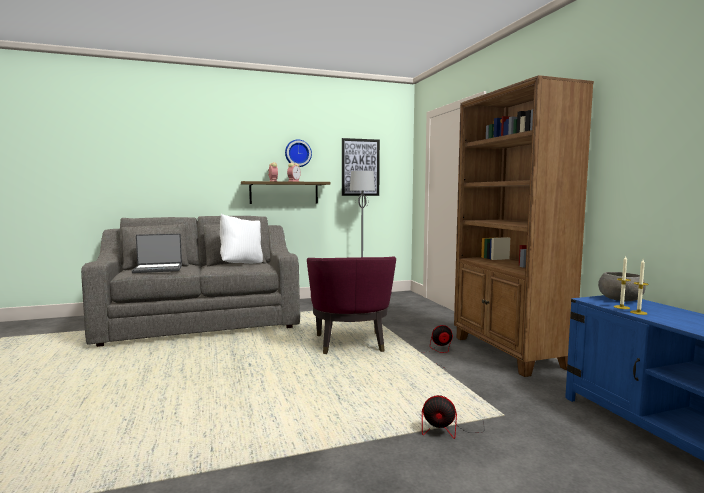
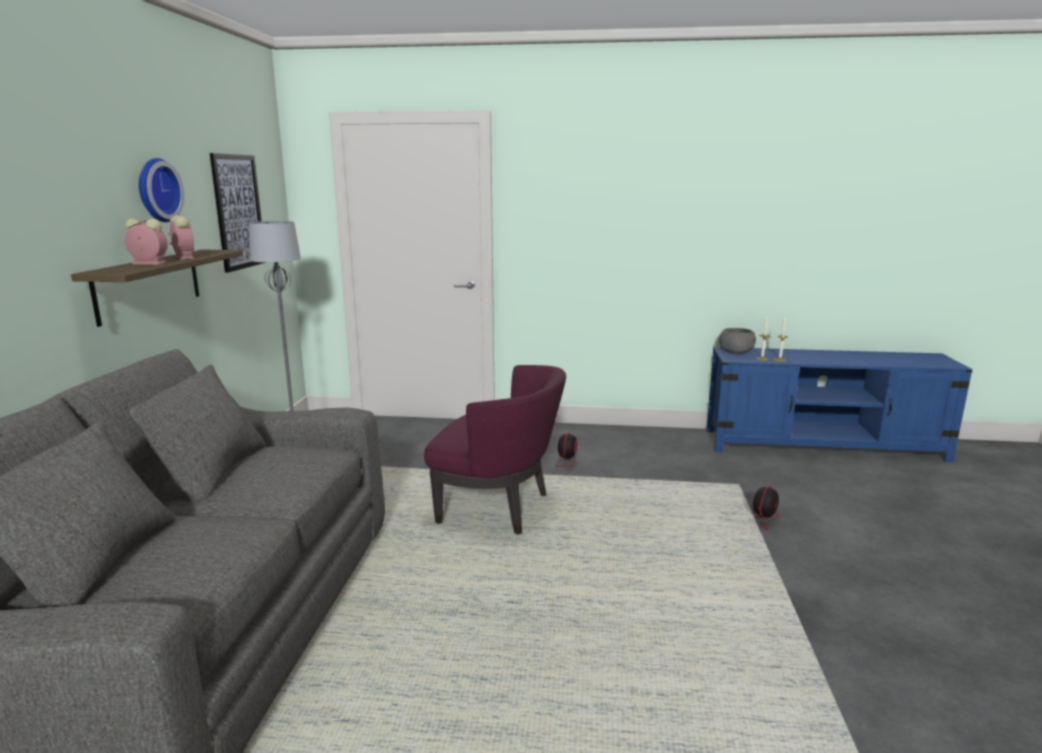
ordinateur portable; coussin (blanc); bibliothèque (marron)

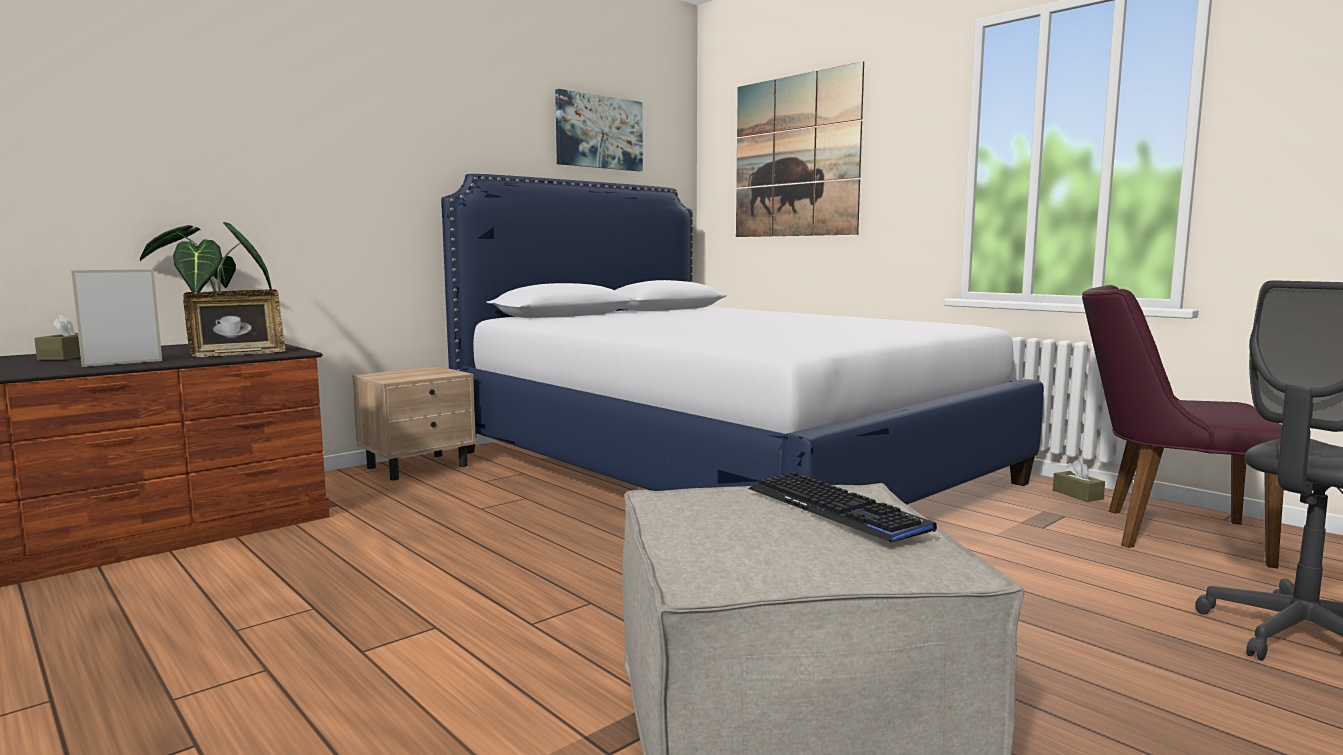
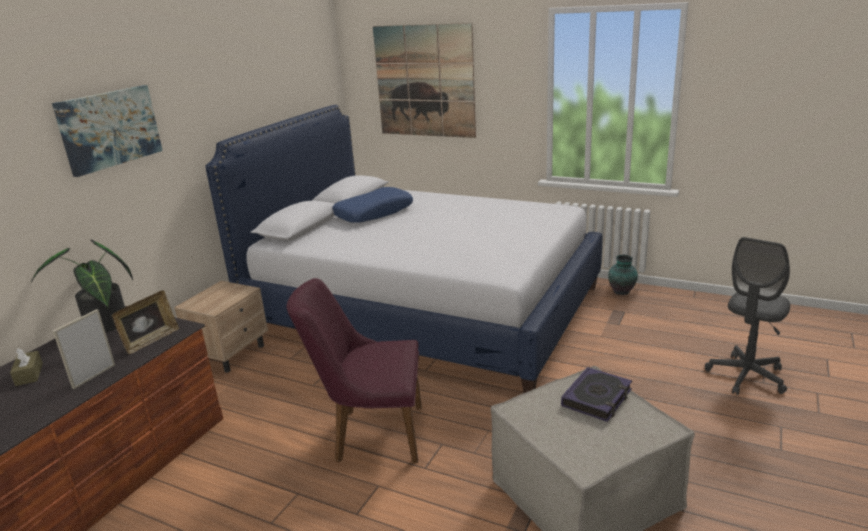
coussin (bleu); tableau (1st from left); chaise (violet); livre; vase

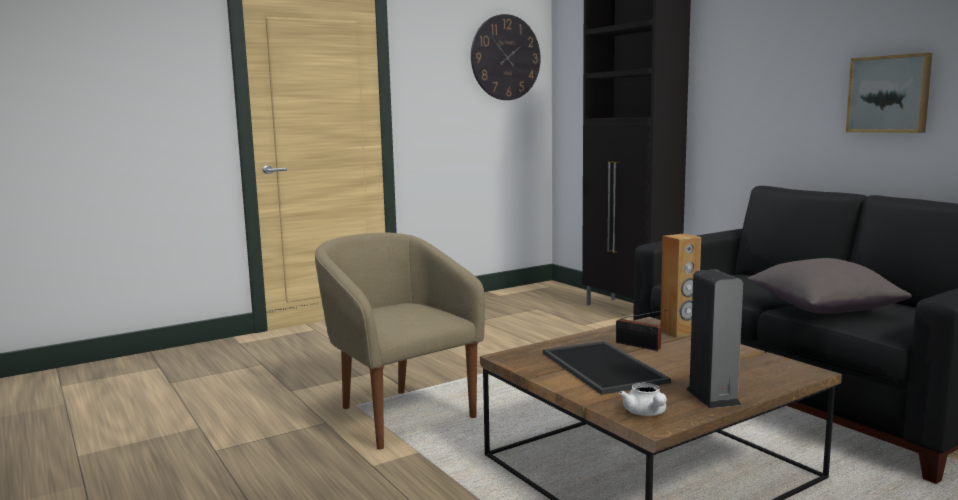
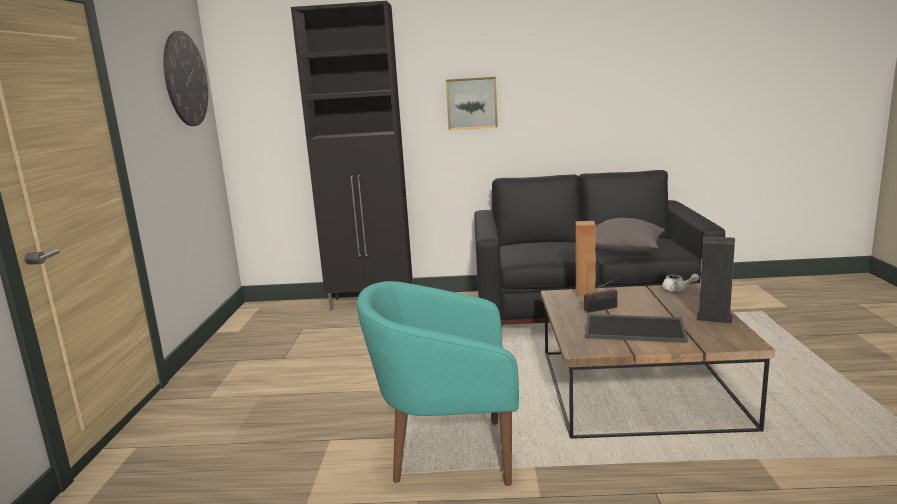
théière (blanc); tableau; fauteuil (turquoise)

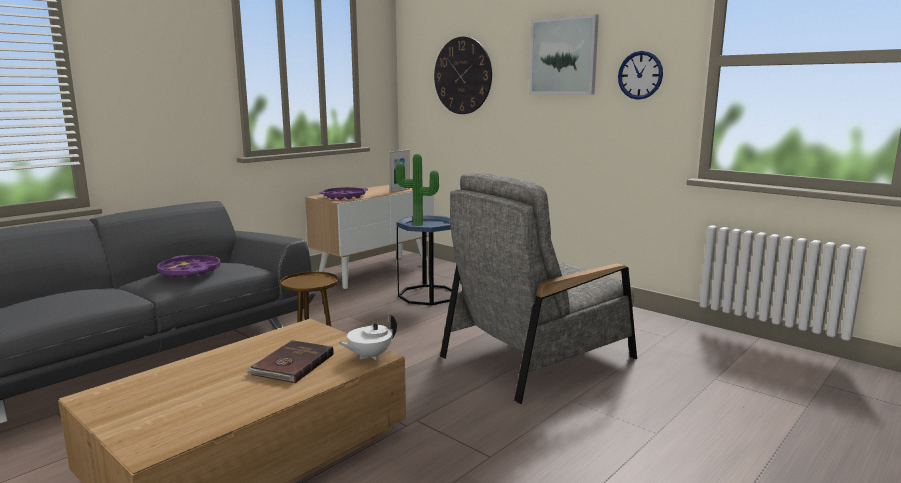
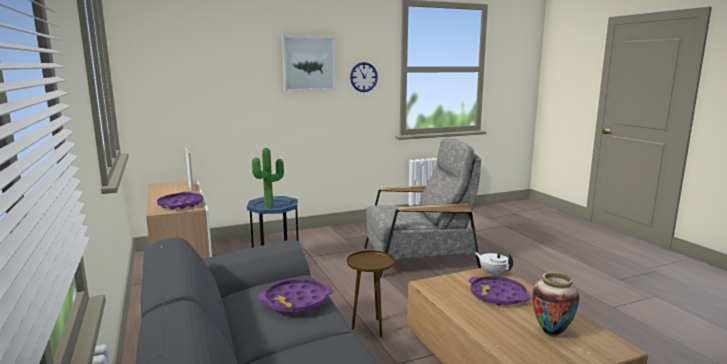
horloge murale (1st from left in the first image); vase; plateau (violet) (3rd from left); théière (blanc); fauteuil (gris)

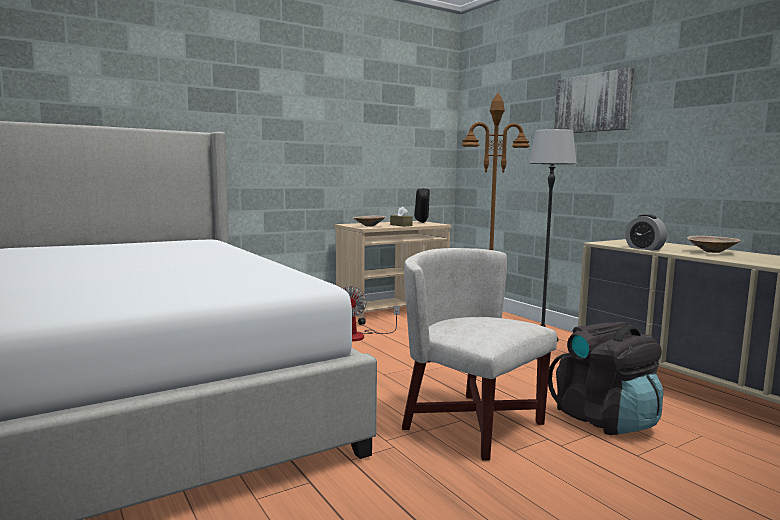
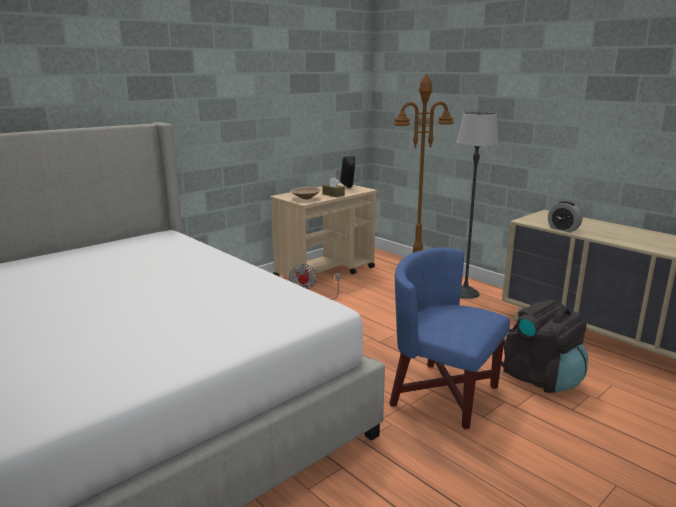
tableau; bol (beige) (2nd from left in the first image); fauteuil (bleu)

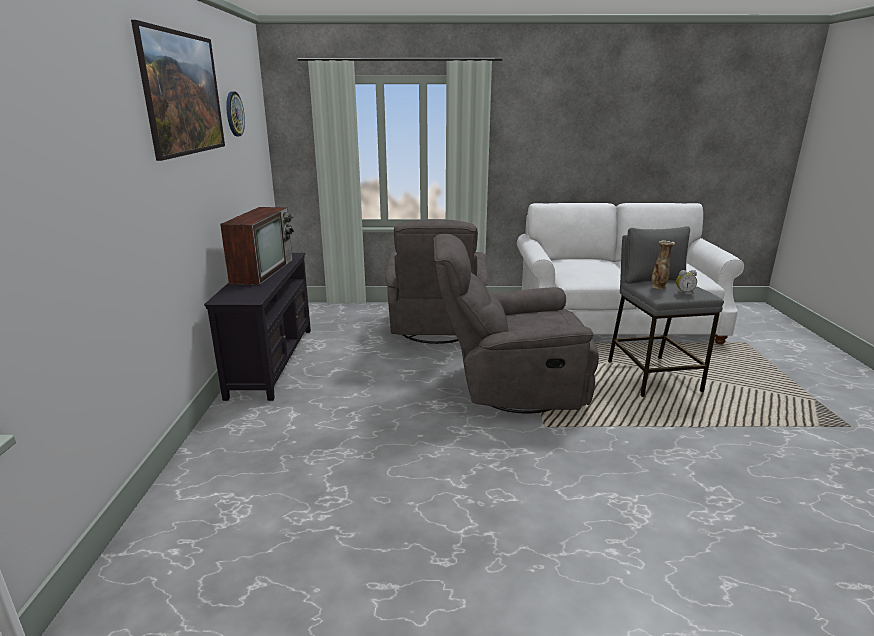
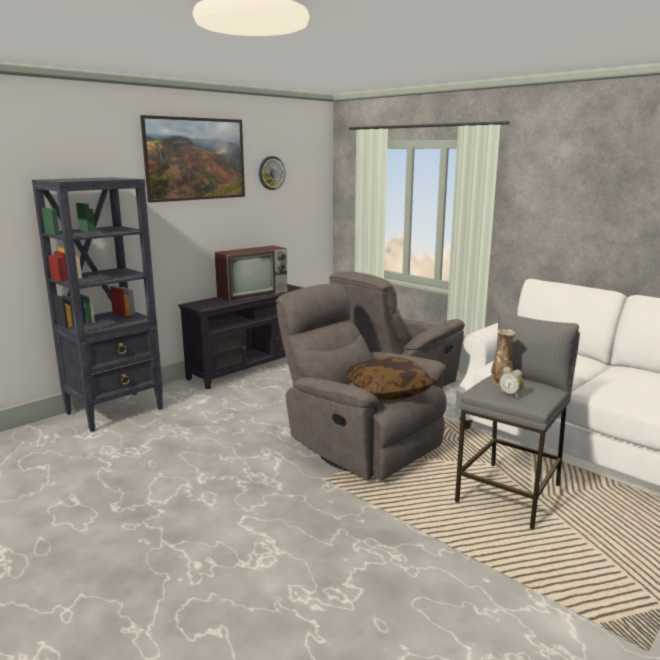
bibliothèque (noir); coussin

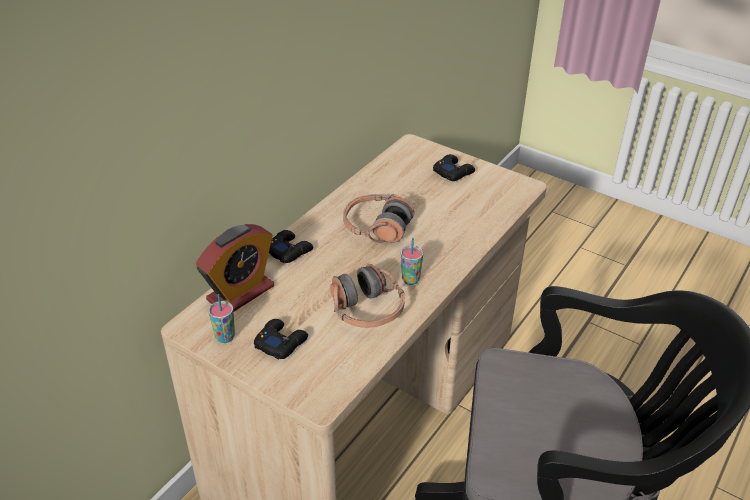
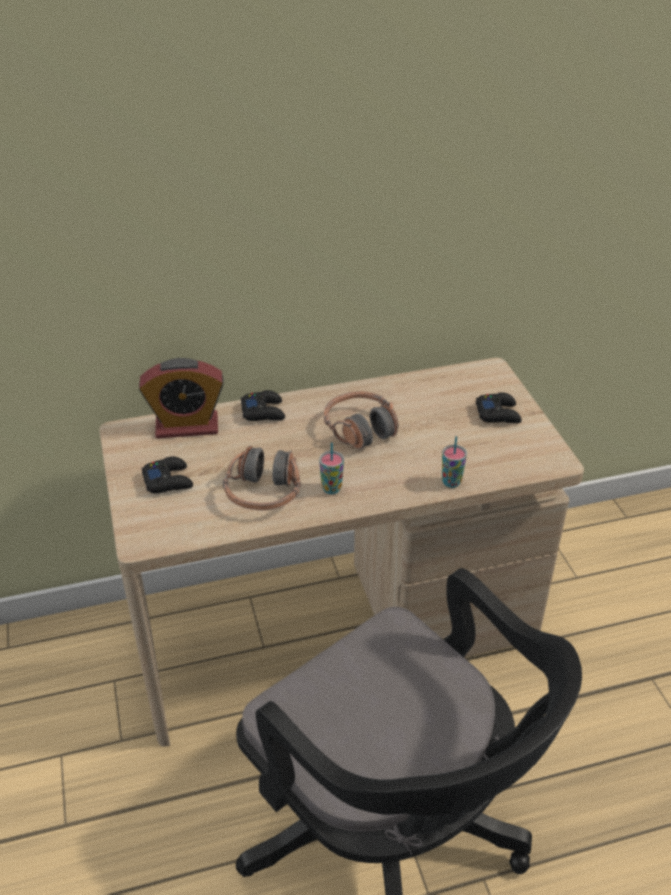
tasse (2nd from left)

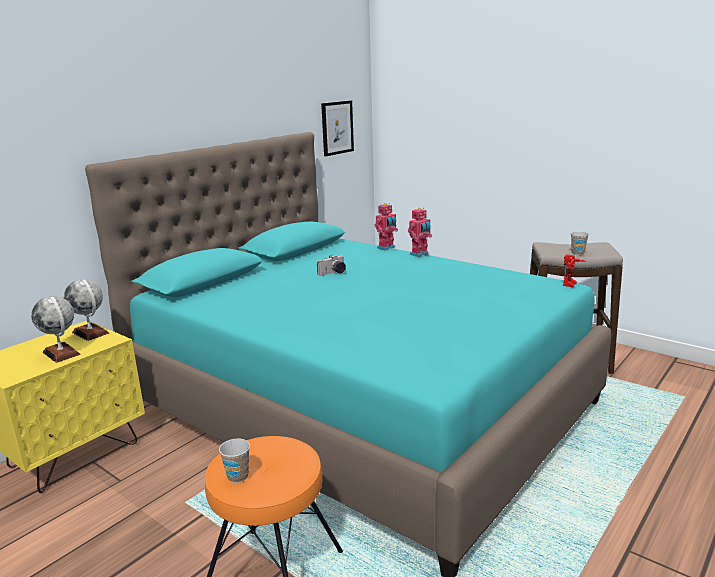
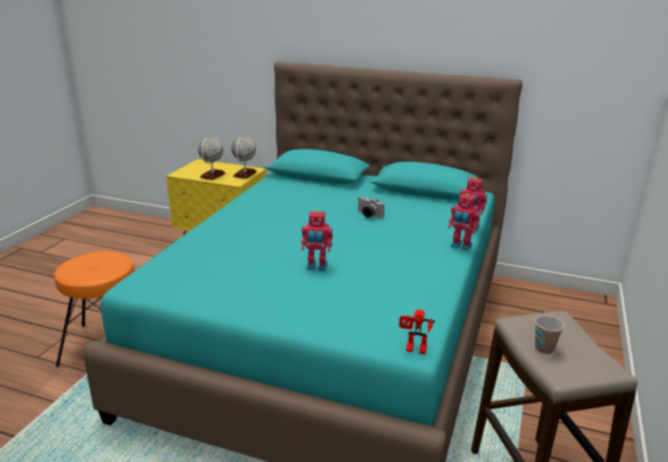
tasse (1st from left in the first image); tableau; robot jouet (1st from left)

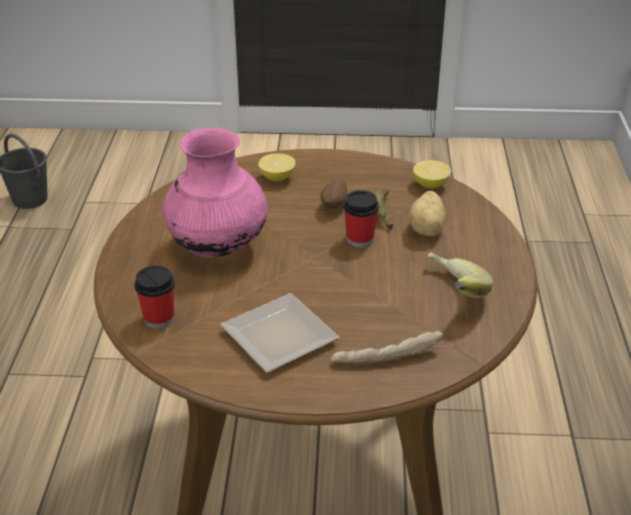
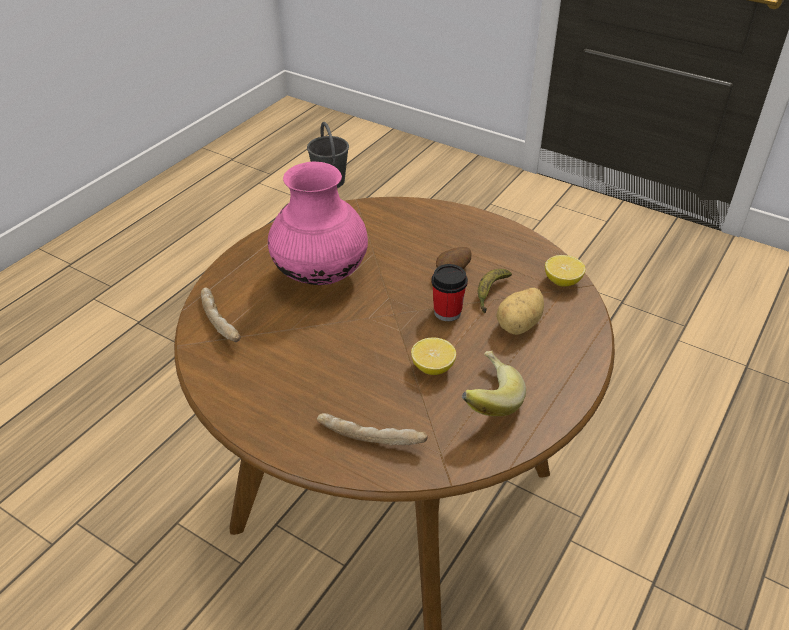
assiette; citron (1st from left); pain (1st from left)

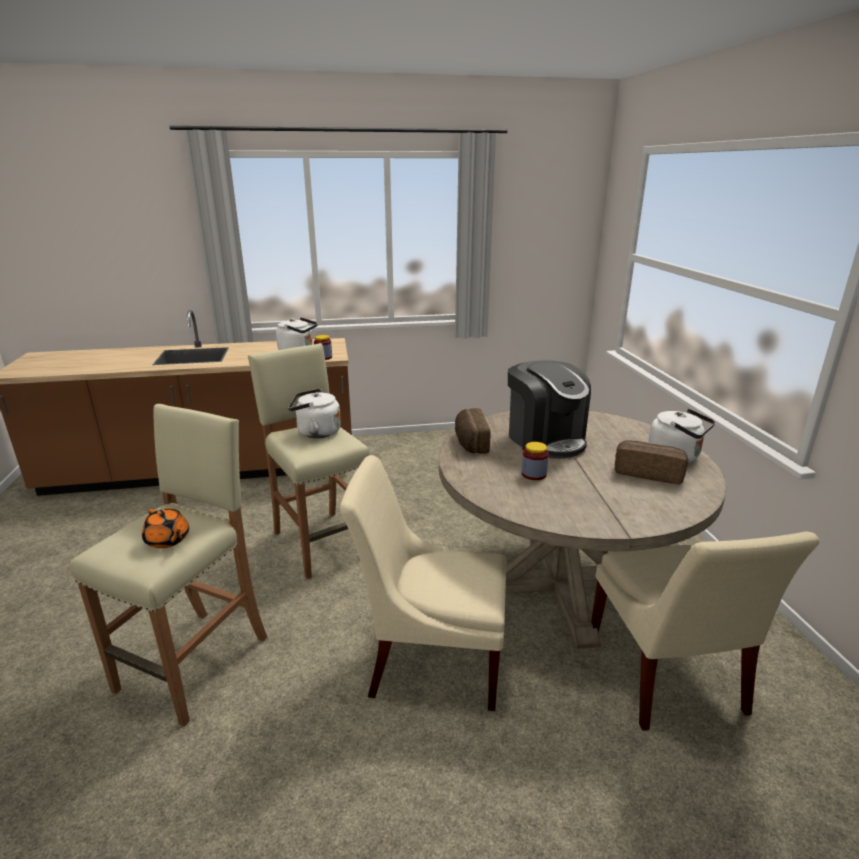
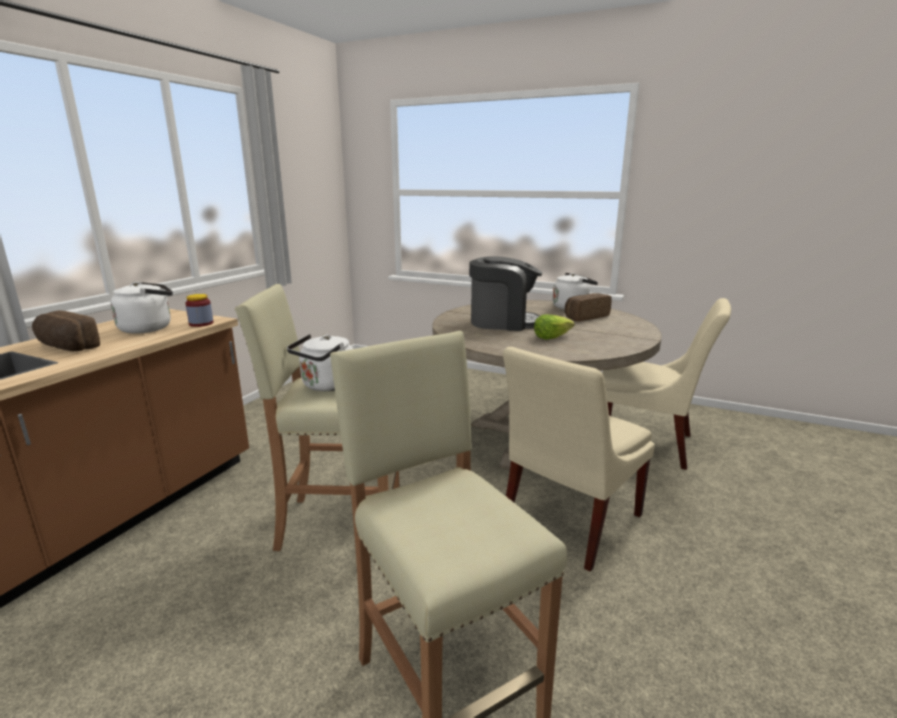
théière (orange); pain (1st from left); laitue

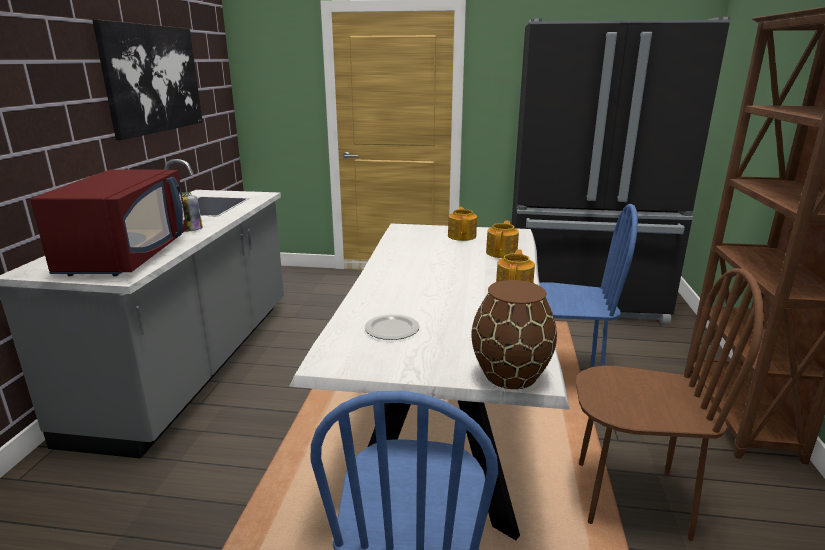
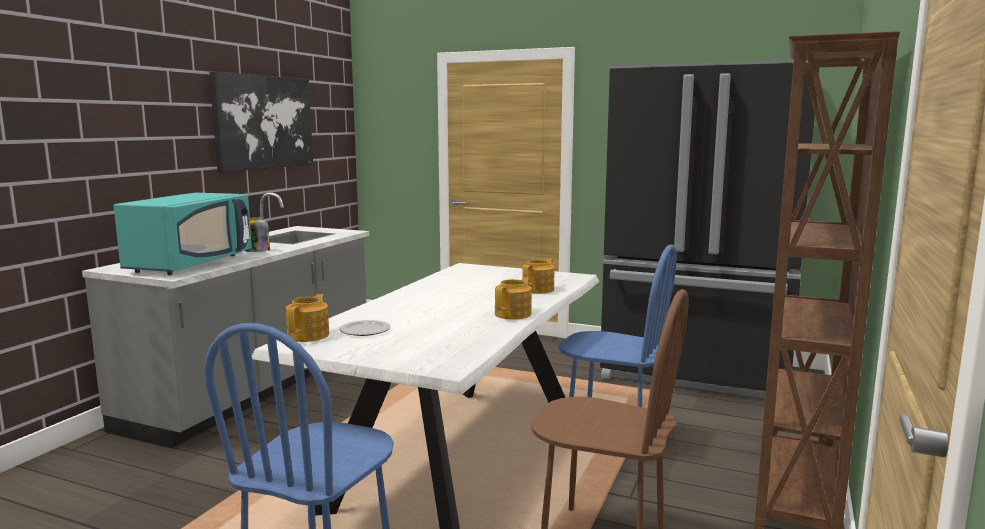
vase (marron); théière (1st from left); micro-ondes (turquoise)

